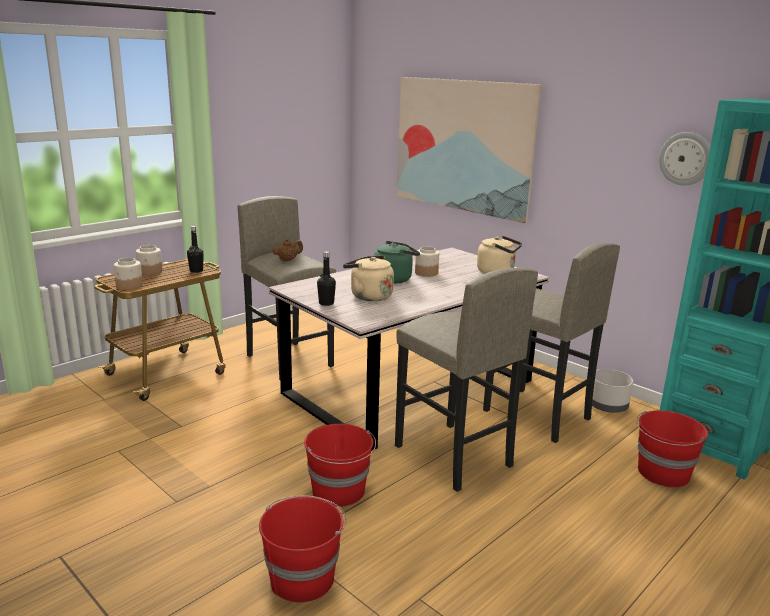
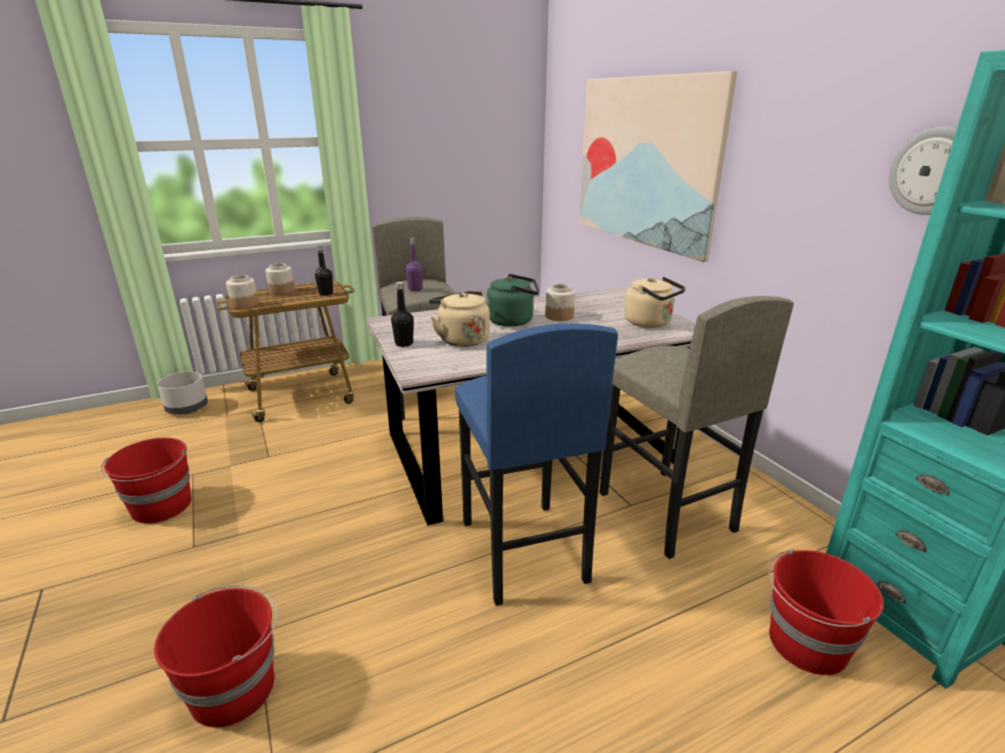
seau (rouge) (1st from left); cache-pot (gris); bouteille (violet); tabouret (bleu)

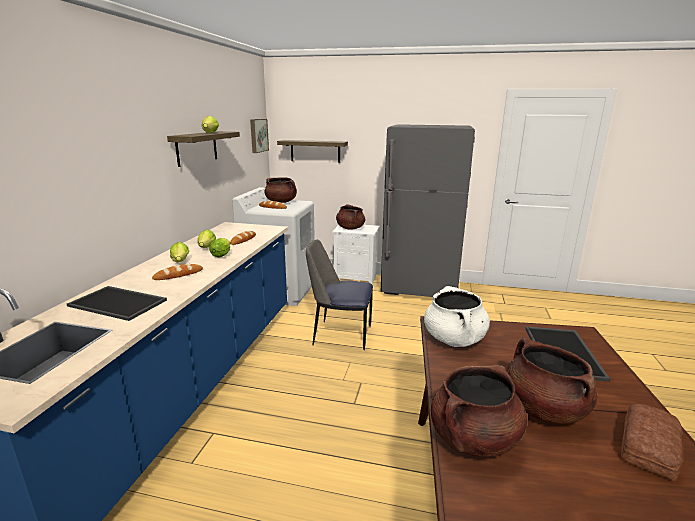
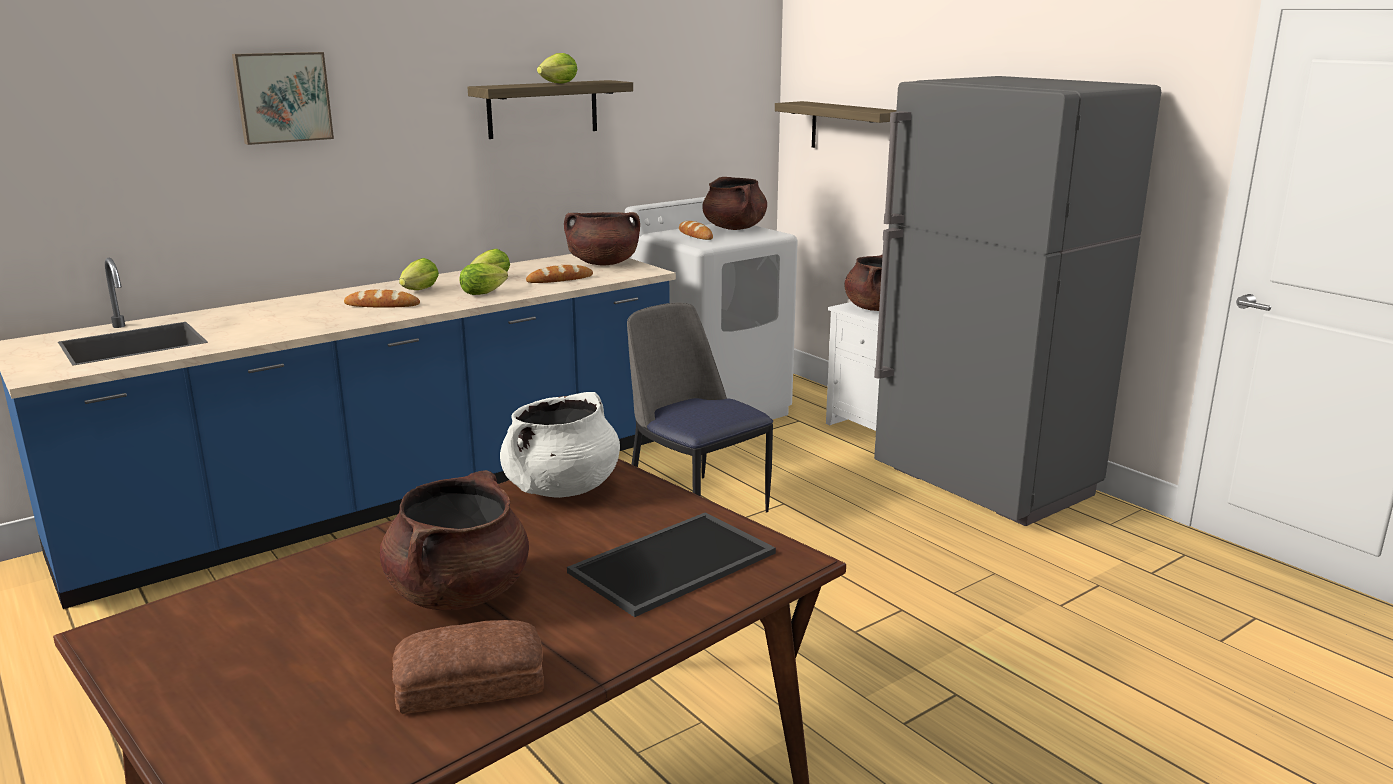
plateau (1st from left in the first image); tableau; marmite (marron) (2nd from left)

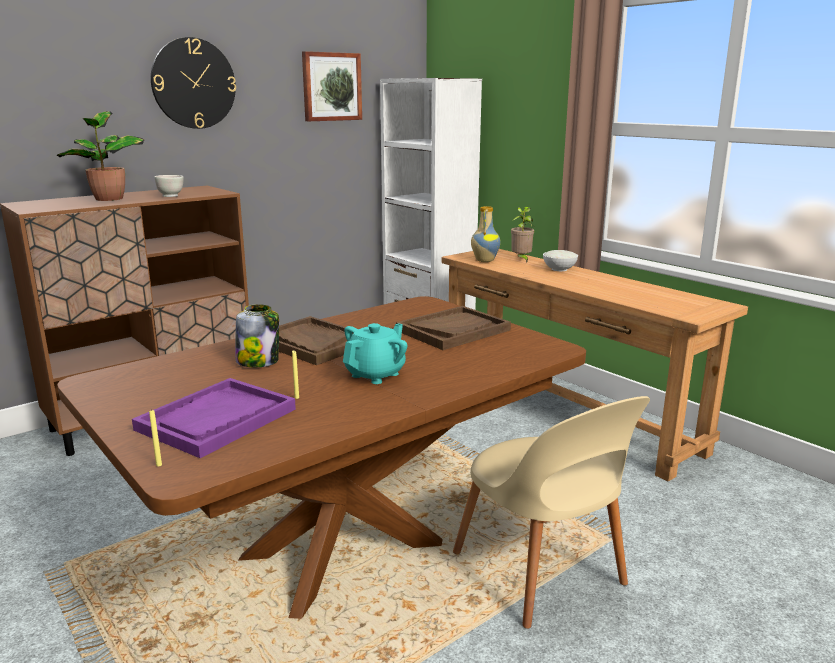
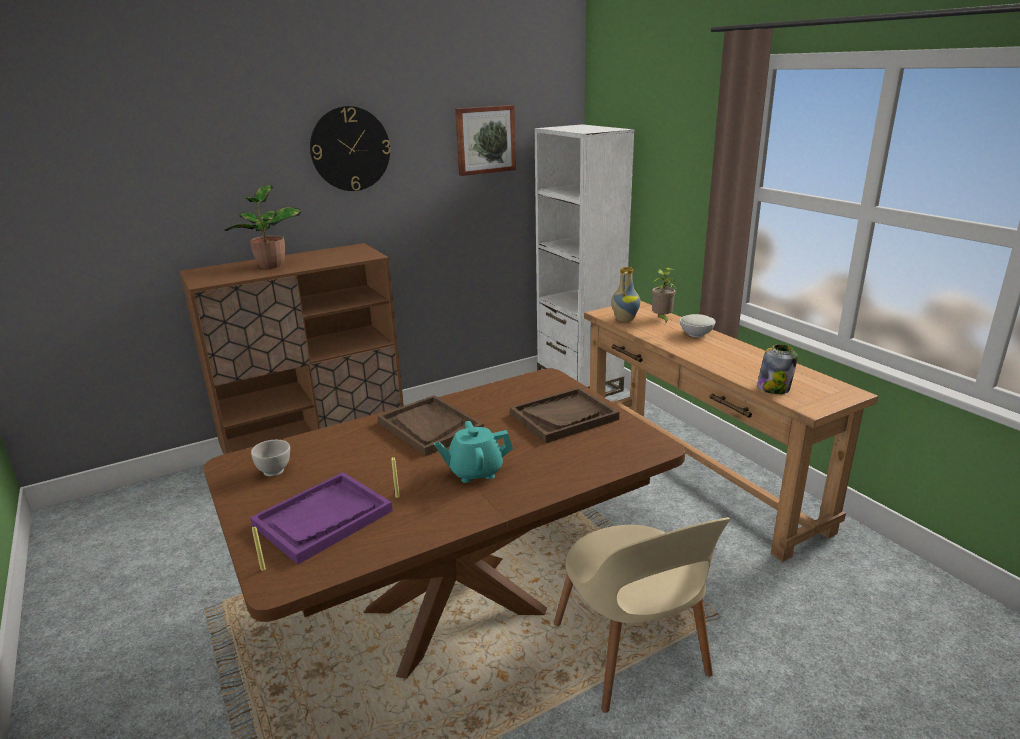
bol (blanc) (1st from left); bocal; théière (turquoise)

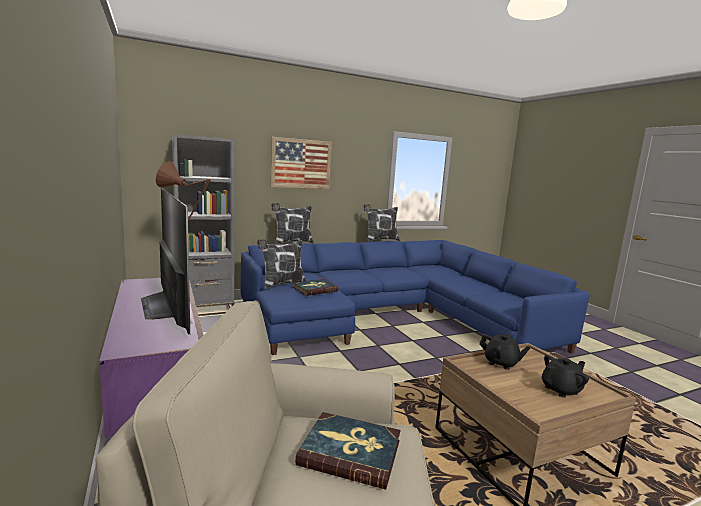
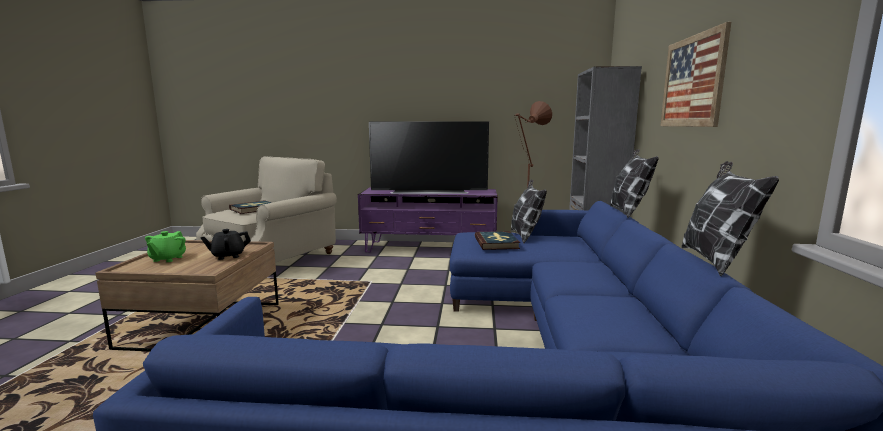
théière (vert)

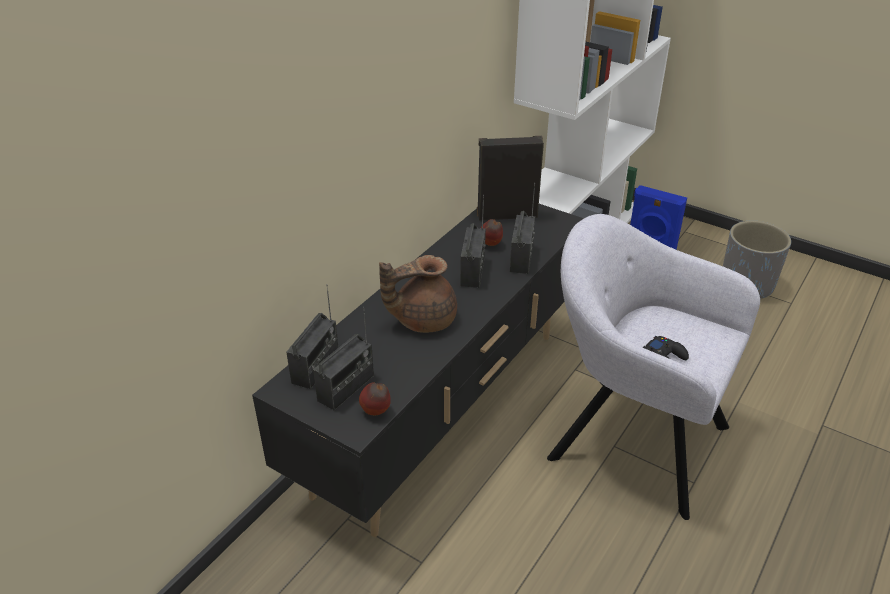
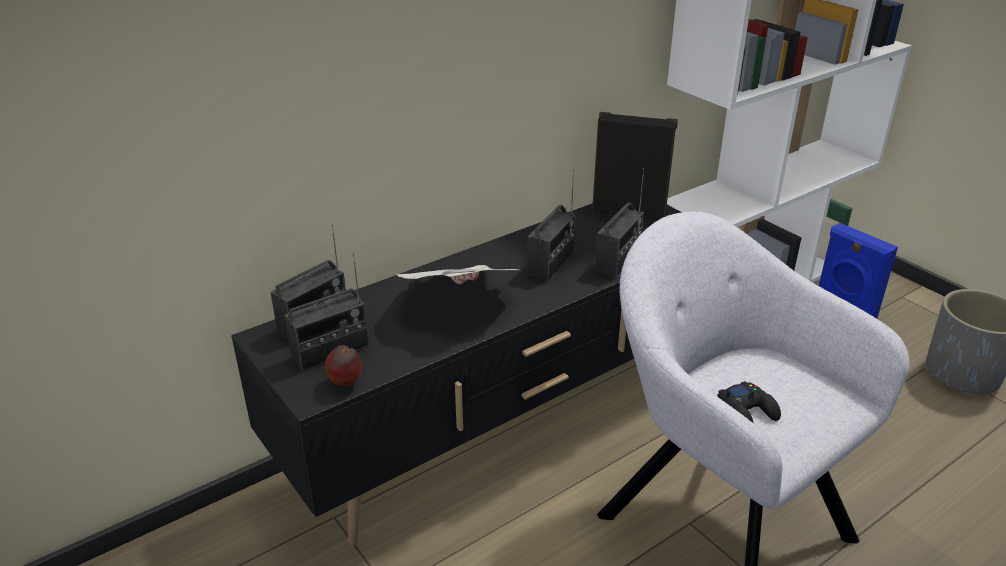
pomme (2nd from left in the first image); journal

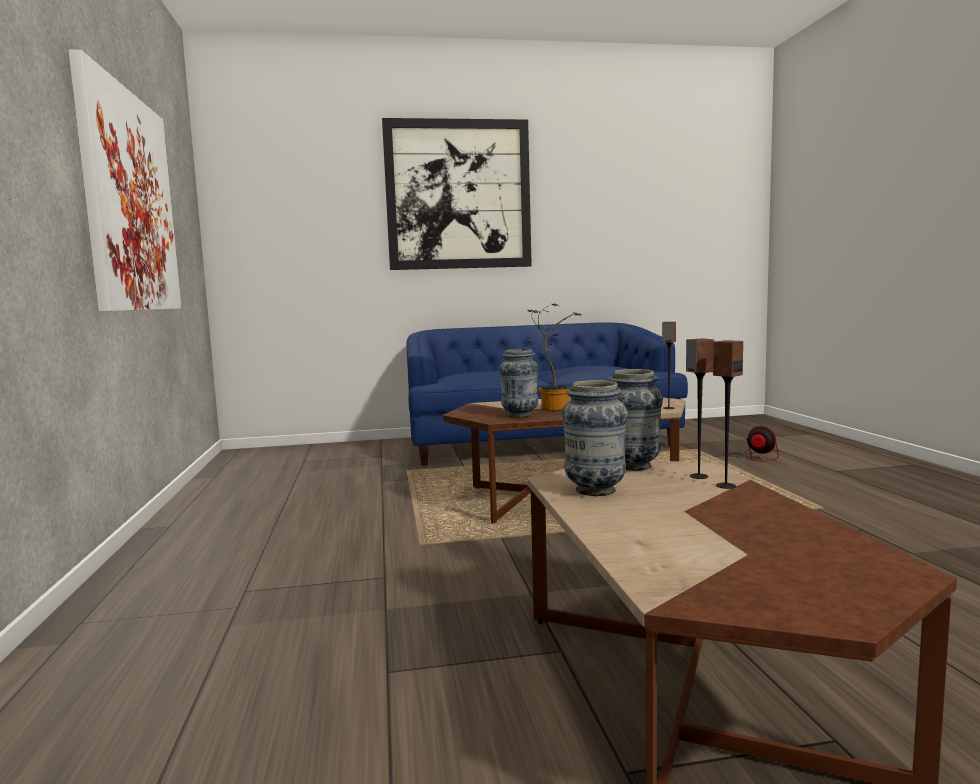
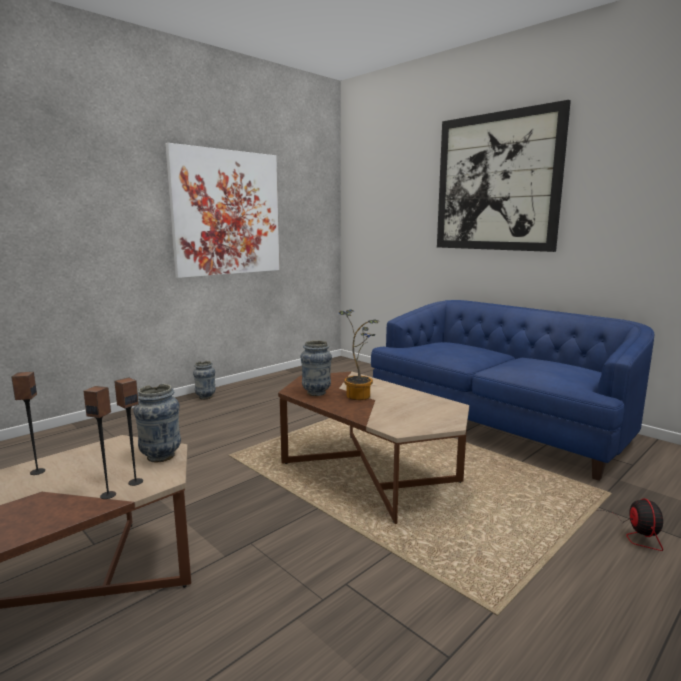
vase (2nd from left); enceinte (1st from left)

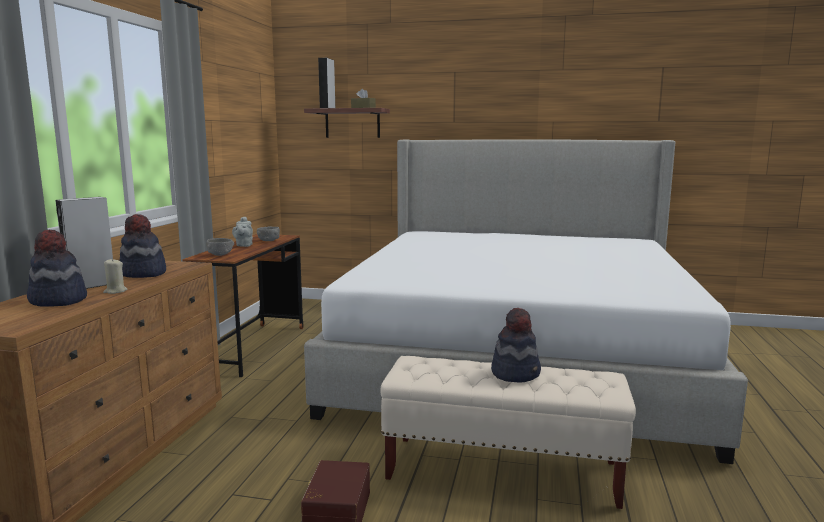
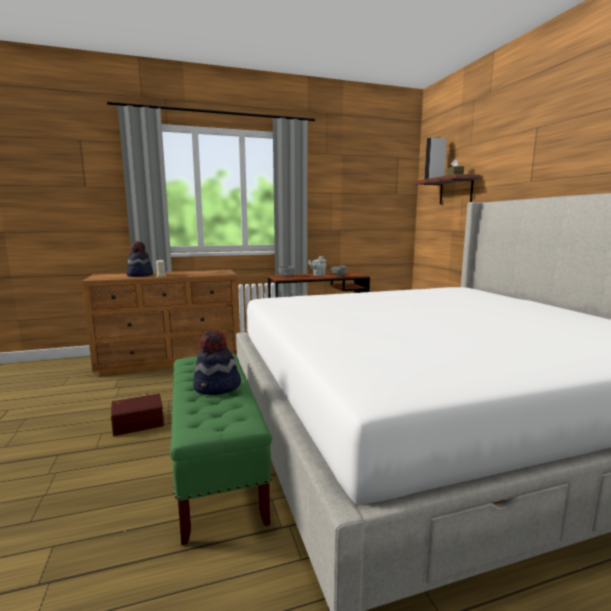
enceinte (gris) (1st from left in the first image); chapeau (2nd from left in the first image); banc (vert)

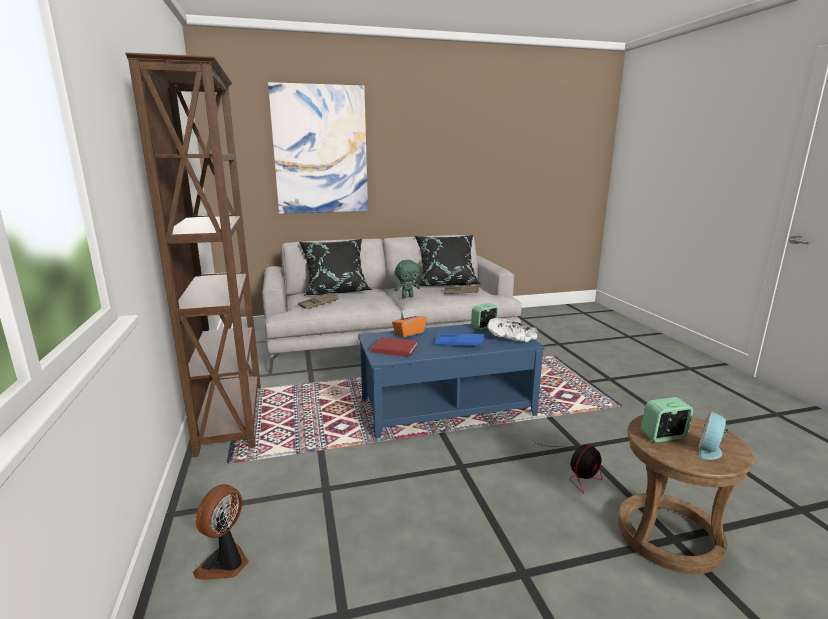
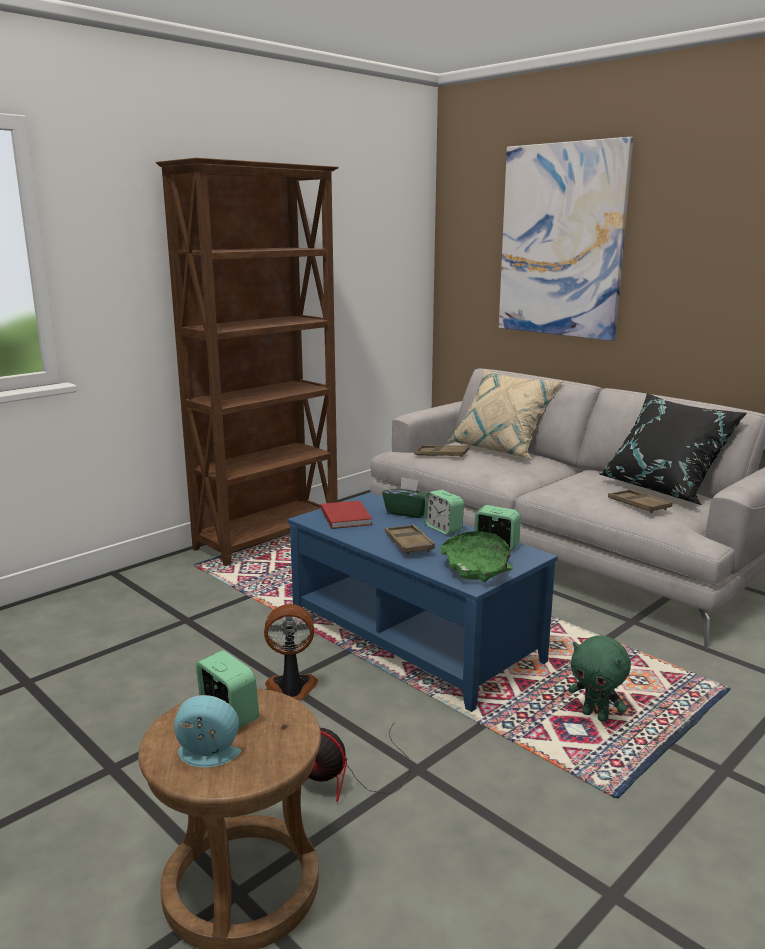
réveil (3rd from left); ventilateur (1st from left); peluche (vert); coussin (beige); boîte à mouchoirs (vert); plateau (marron) (1st from left); bol (vert)

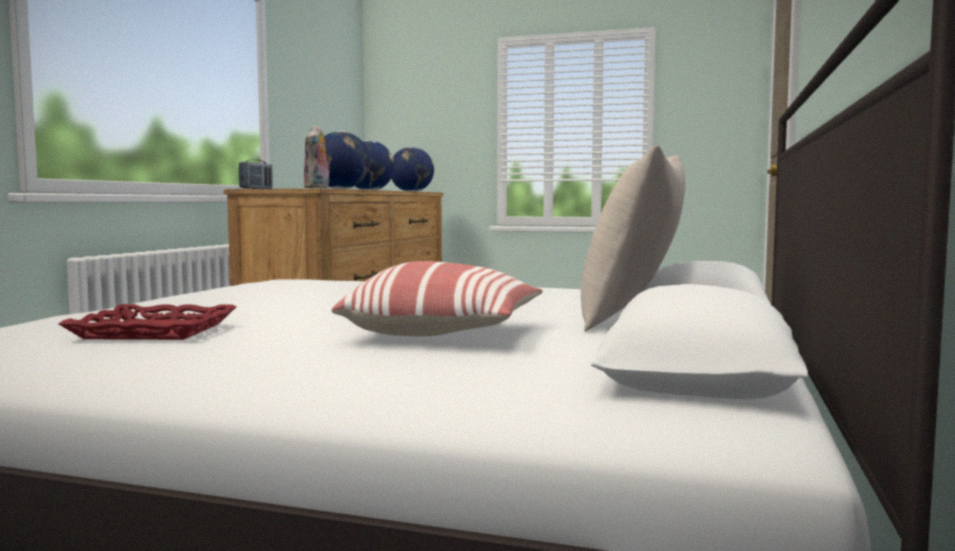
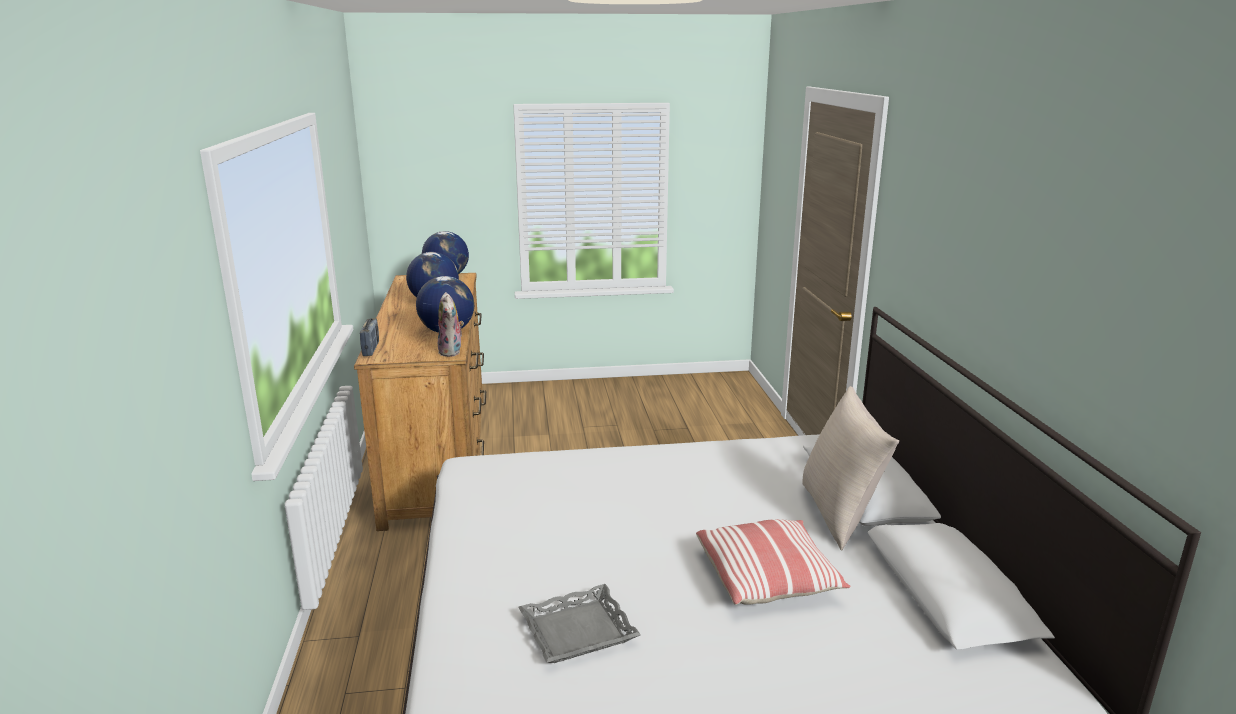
plateau (gris)

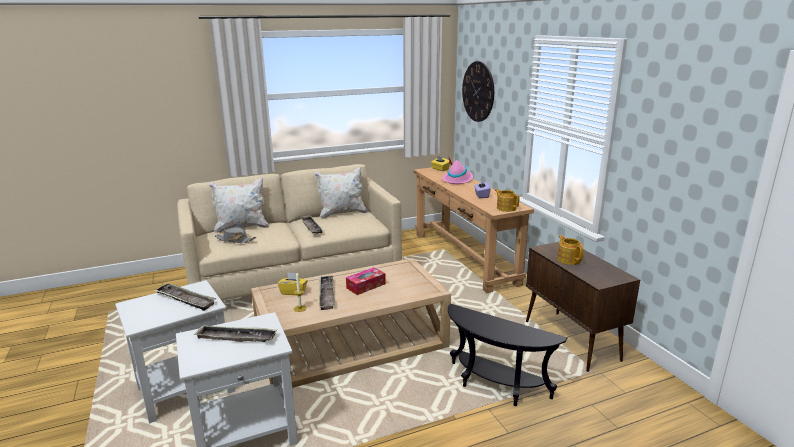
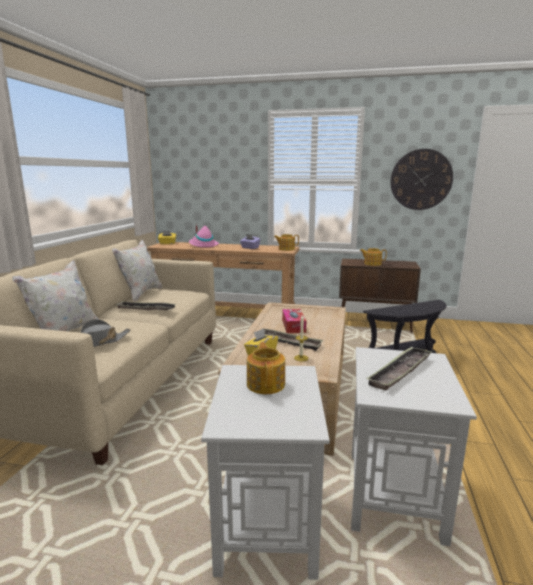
horloge murale; théière (1st from left)

